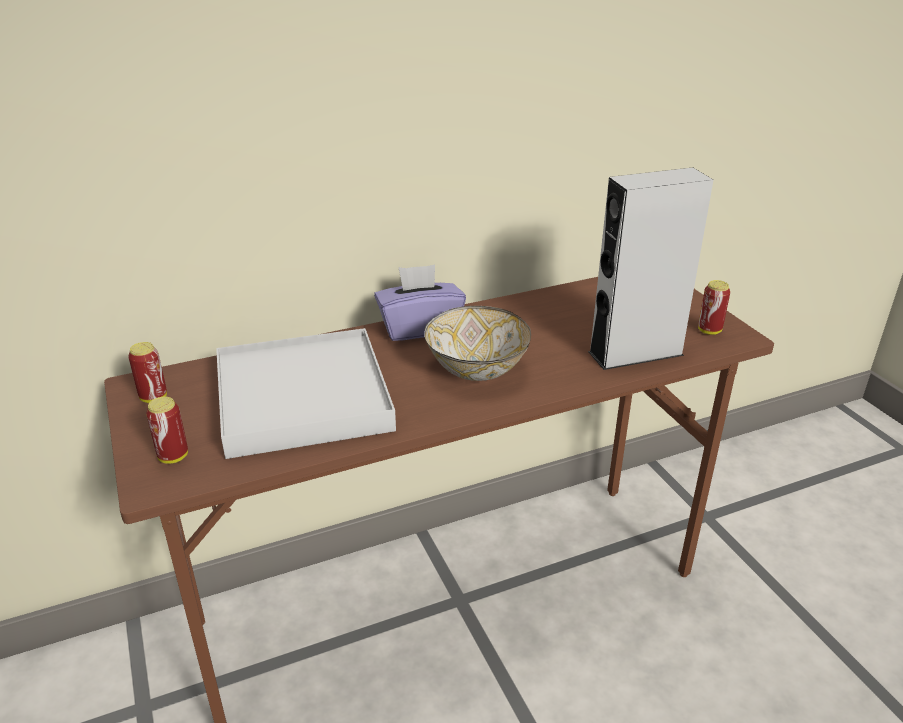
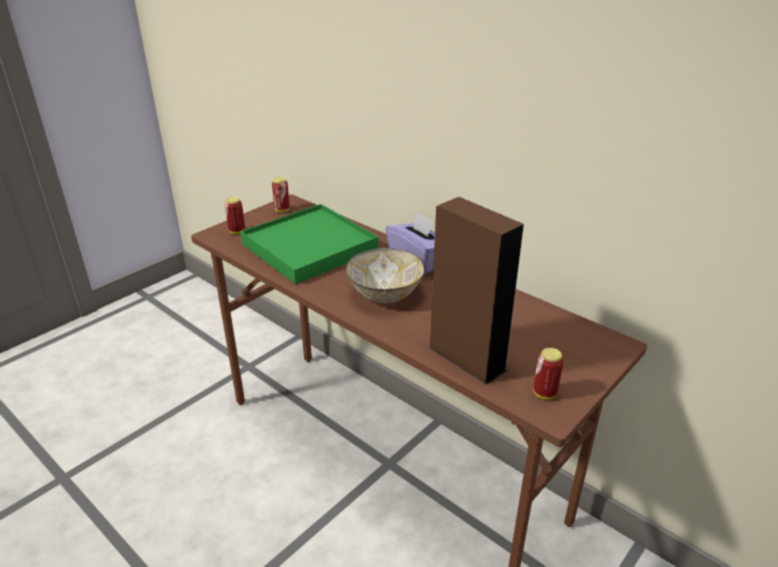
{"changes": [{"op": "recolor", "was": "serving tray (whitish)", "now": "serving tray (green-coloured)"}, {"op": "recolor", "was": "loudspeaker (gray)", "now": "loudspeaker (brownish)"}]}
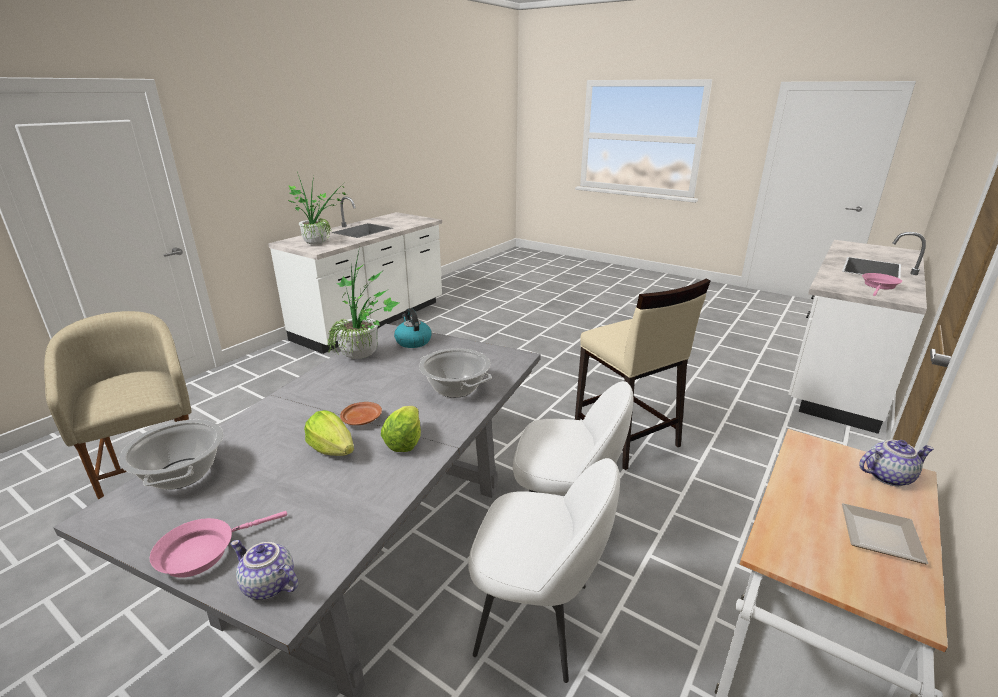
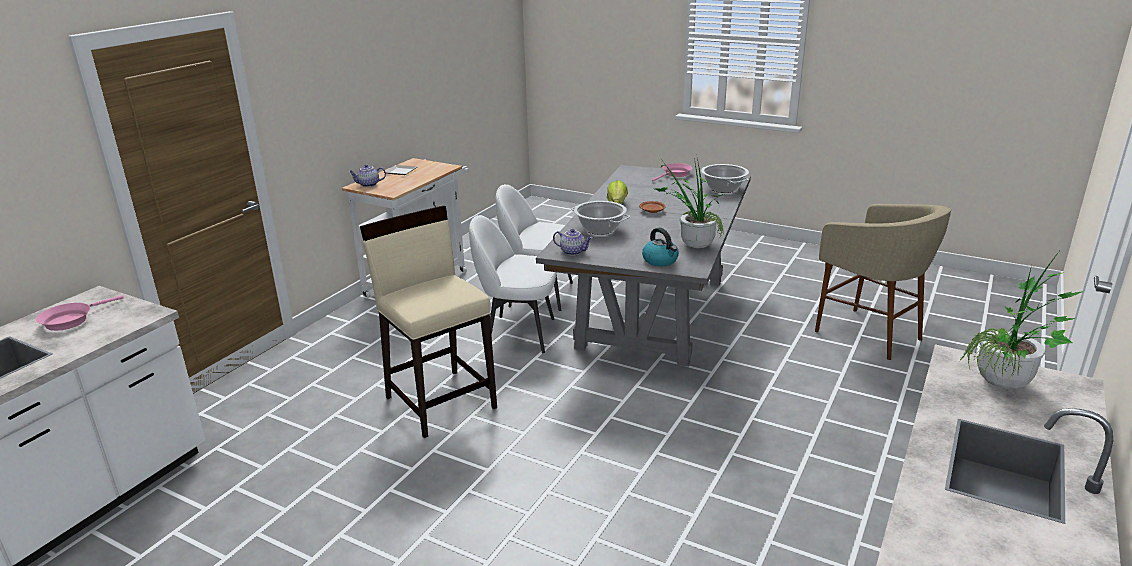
{"changes": [{"op": "delete", "was": "lettuce head (1st from left)"}, {"op": "move", "was": "teapot (1st from left in the first image)", "now": "teapot (2nd from left)"}]}
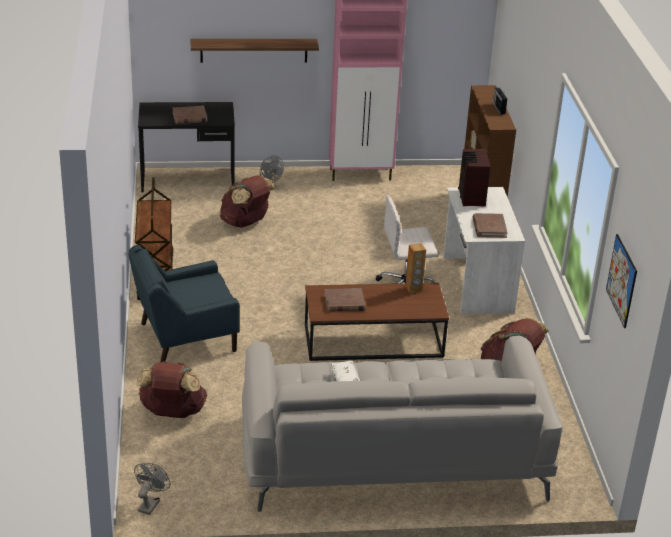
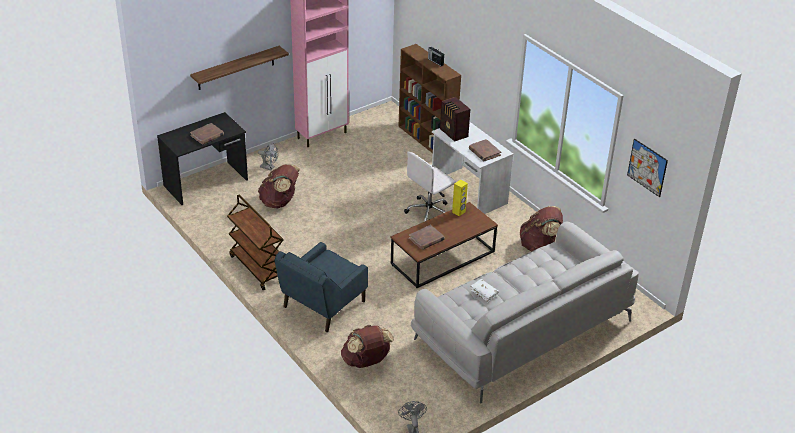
{"changes": [{"op": "recolor", "was": "loudspeaker (brownish)", "now": "loudspeaker (yellowish)"}]}
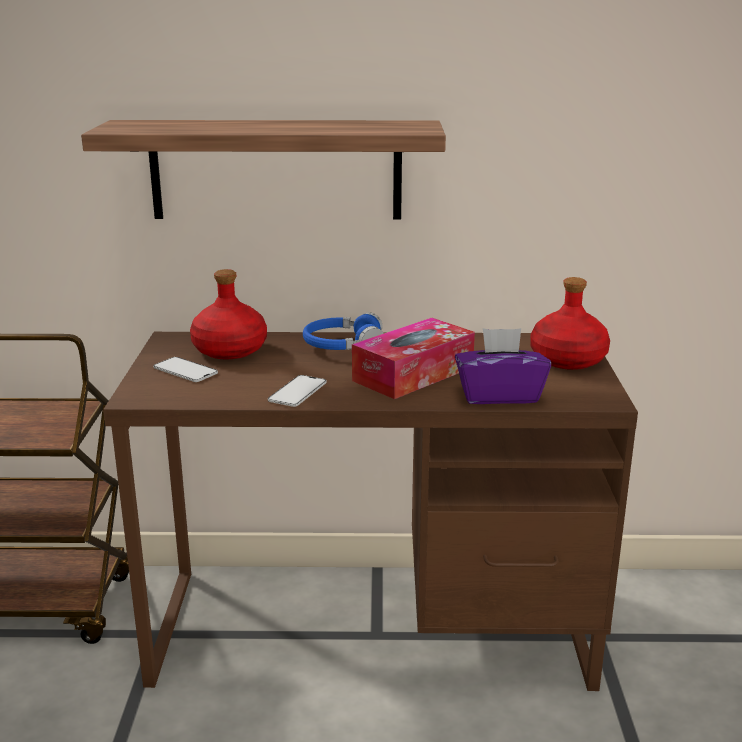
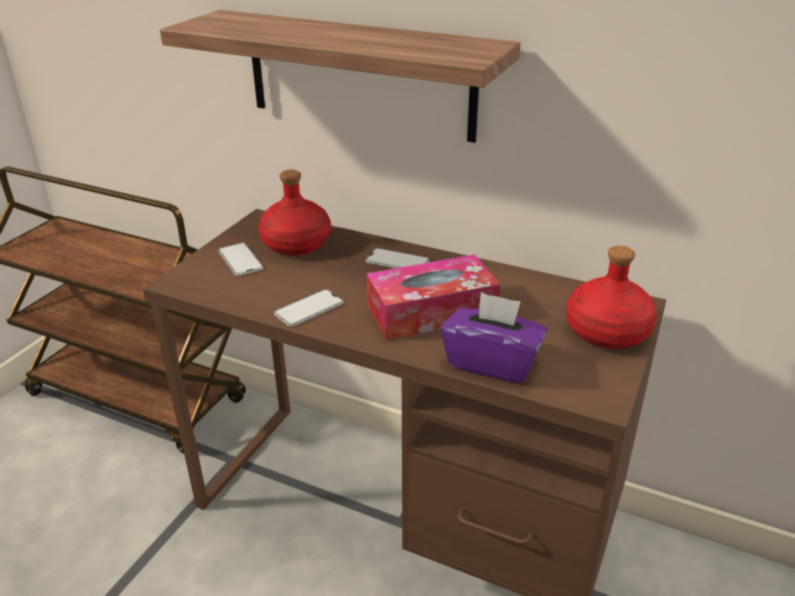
{"changes": [{"op": "replace", "was": "headset (blue-coloured)", "now": "handset (3rd from left)"}]}
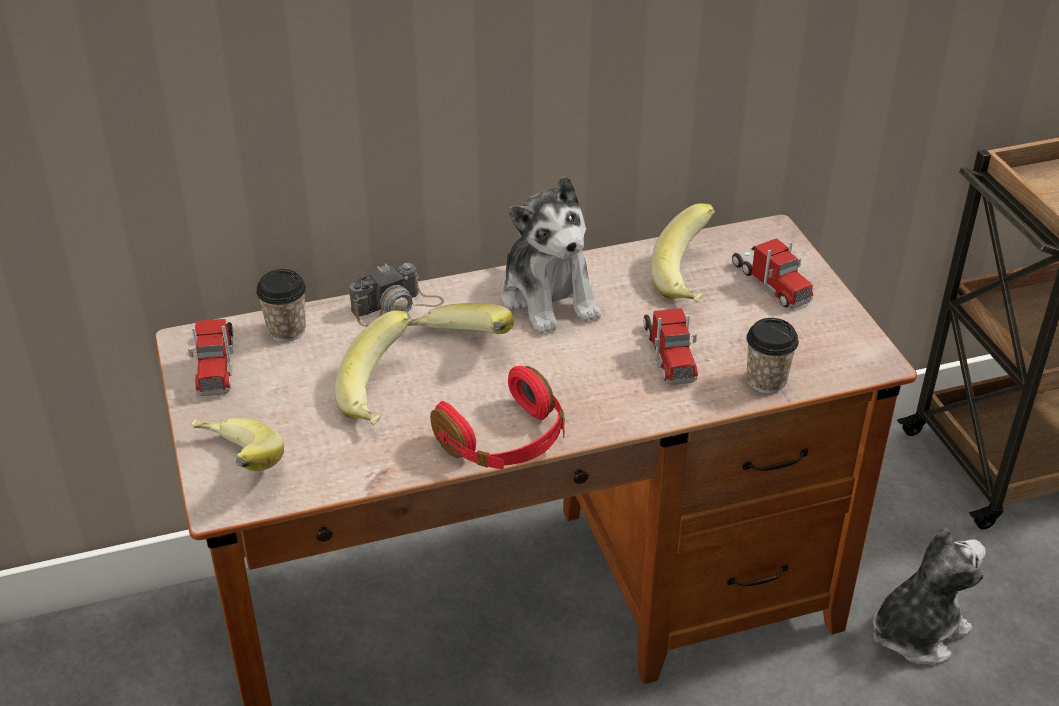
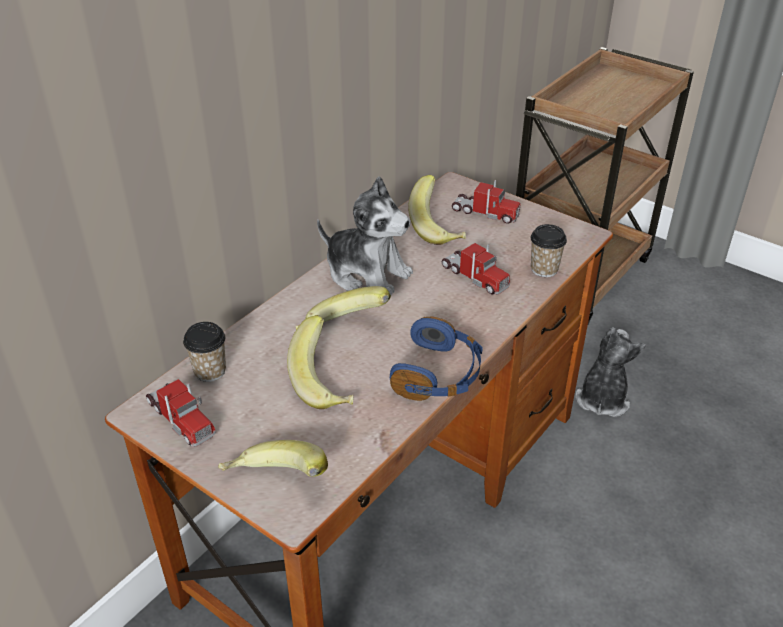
{"changes": [{"op": "delete", "was": "still camera"}, {"op": "recolor", "was": "headset (reddish)", "now": "headset (blue-coloured)"}]}
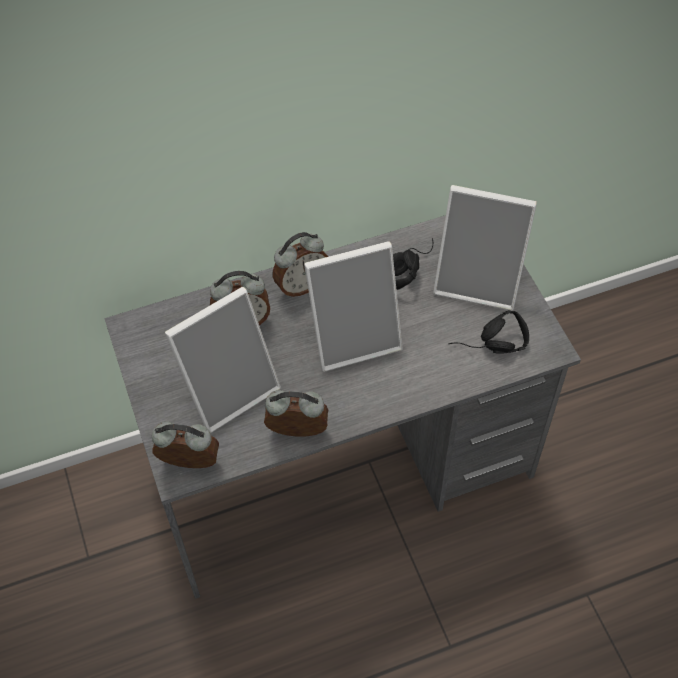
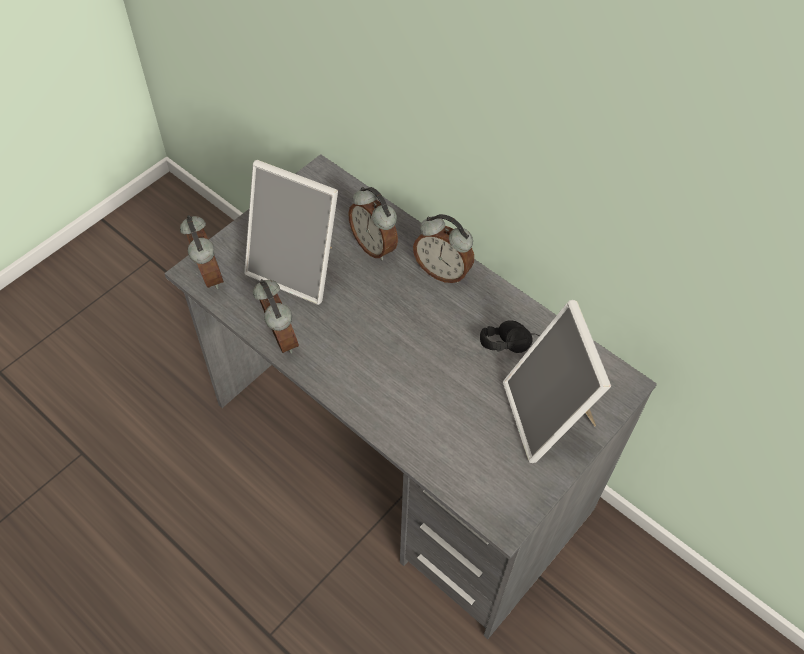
{"changes": [{"op": "delete", "was": "standing frame (2nd from left)"}, {"op": "delete", "was": "headset (blackish) (2nd from left)"}]}
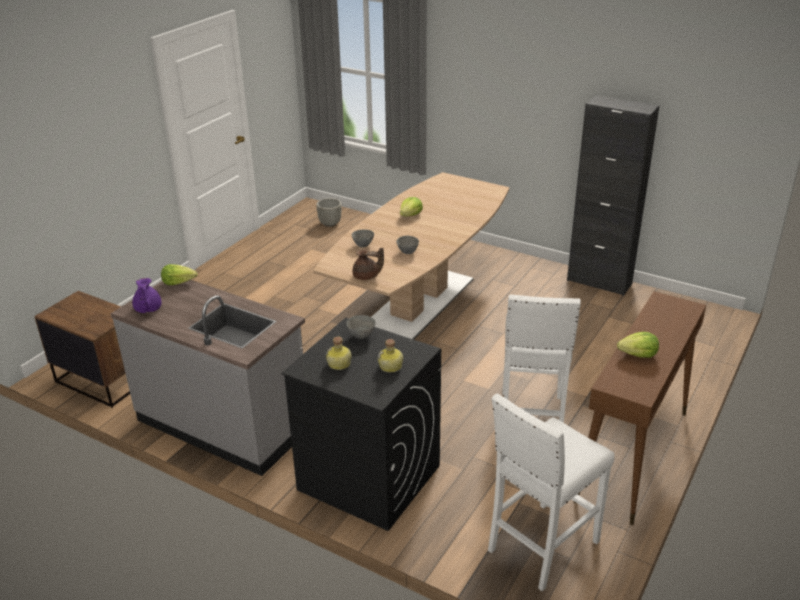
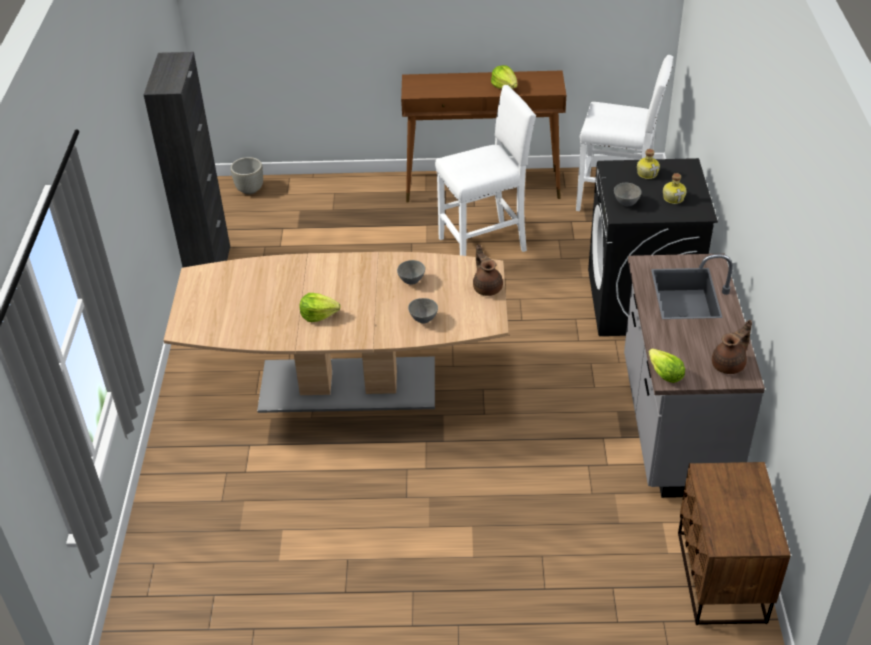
{"changes": [{"op": "move", "was": "plant pot (gray)"}, {"op": "recolor", "was": "teapot (purple)", "now": "teapot (brownish) (2nd from left)"}]}
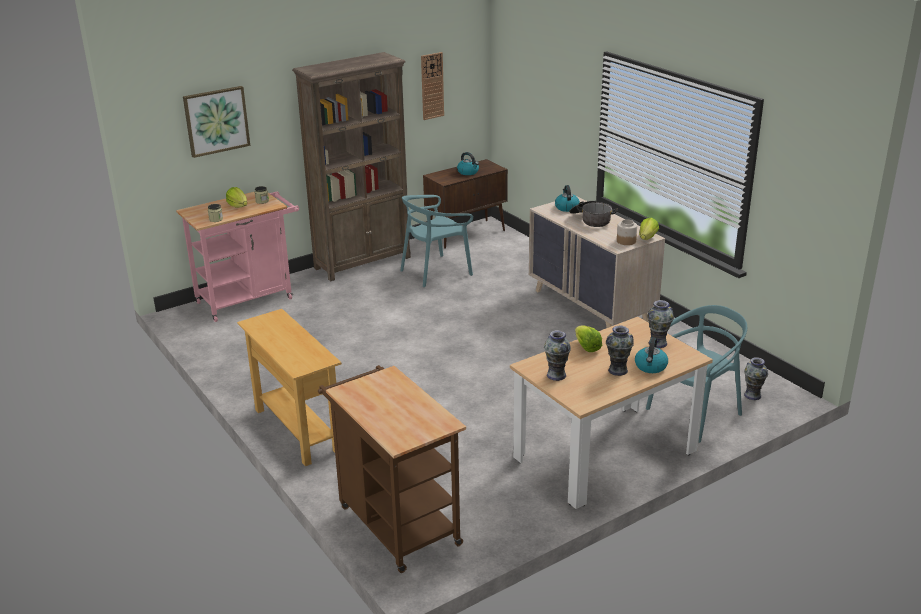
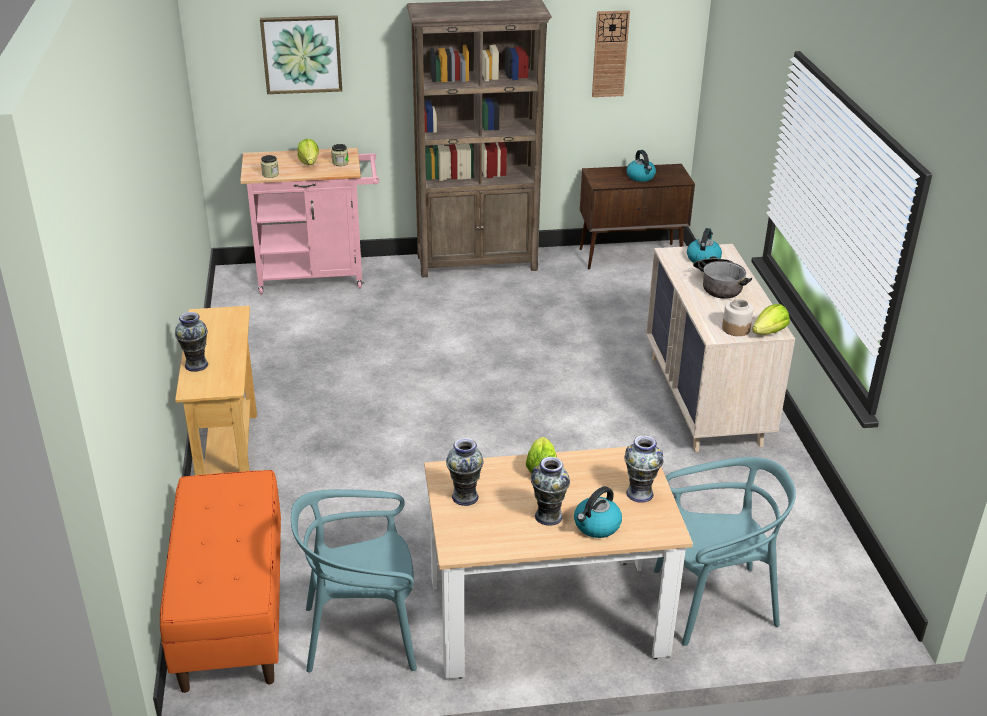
{"changes": [{"op": "move", "was": "upright chair (turquoise-coloured) (1st from left)"}, {"op": "move", "was": "decorative vase (4th from left in the first image)", "now": "decorative vase (1st from left)"}, {"op": "replace", "was": "wheeled cart (brownish)", "now": "long seat (orange)"}]}
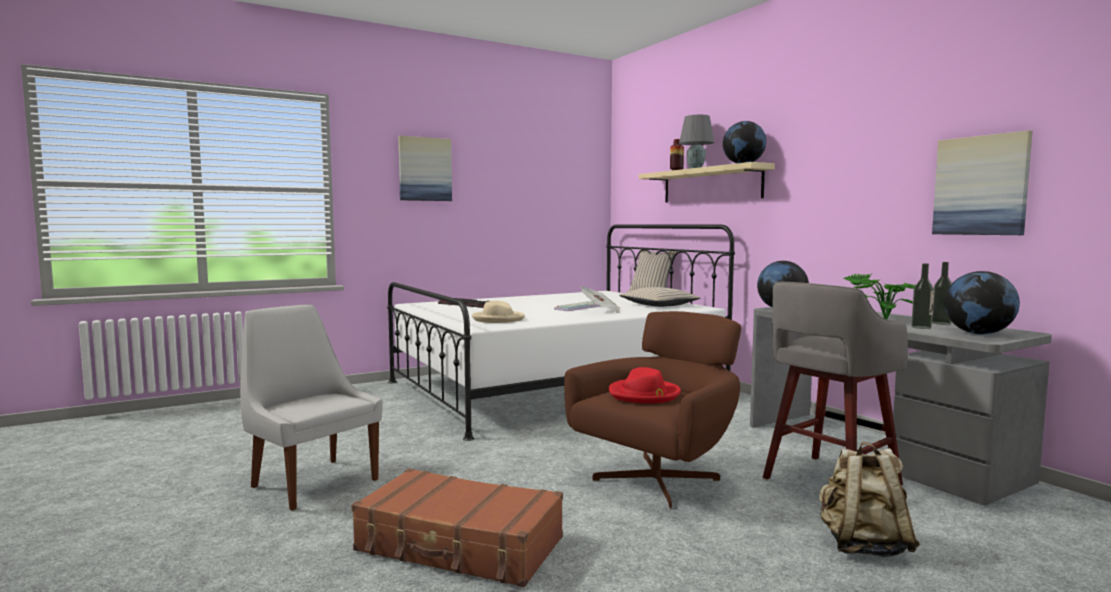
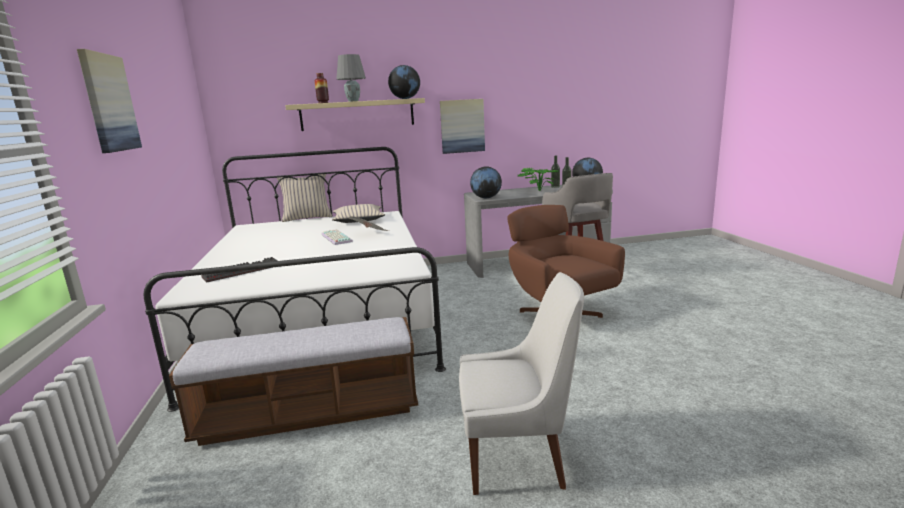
{"changes": [{"op": "delete", "was": "travel case (brownish)"}, {"op": "delete", "was": "clothing hat (beige-coloured)"}, {"op": "delete", "was": "clothing hat (reddish)"}, {"op": "delete", "was": "knapsack (beige-coloured)"}, {"op": "insert", "now": "long seat"}, {"op": "move", "was": "wall art (2nd from left)"}, {"op": "rotate", "was": "upright chair (whitish)", "clockwise": -150}]}
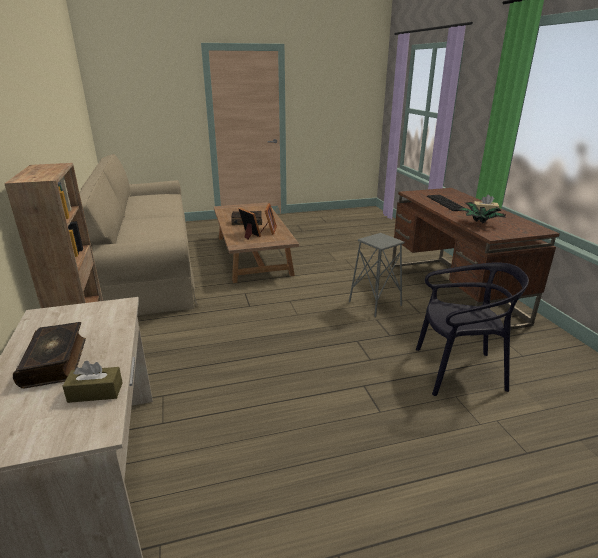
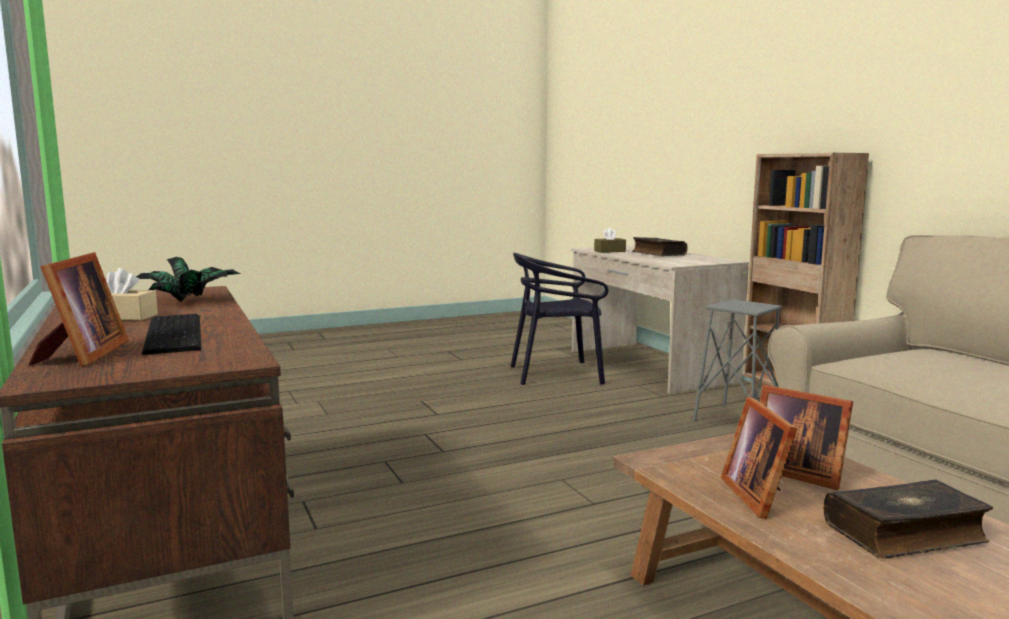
{"changes": [{"op": "insert", "now": "standing frame (1st from left)"}, {"op": "move", "was": "stool seat (gray)"}, {"op": "move", "was": "upright chair (blackish)"}]}
